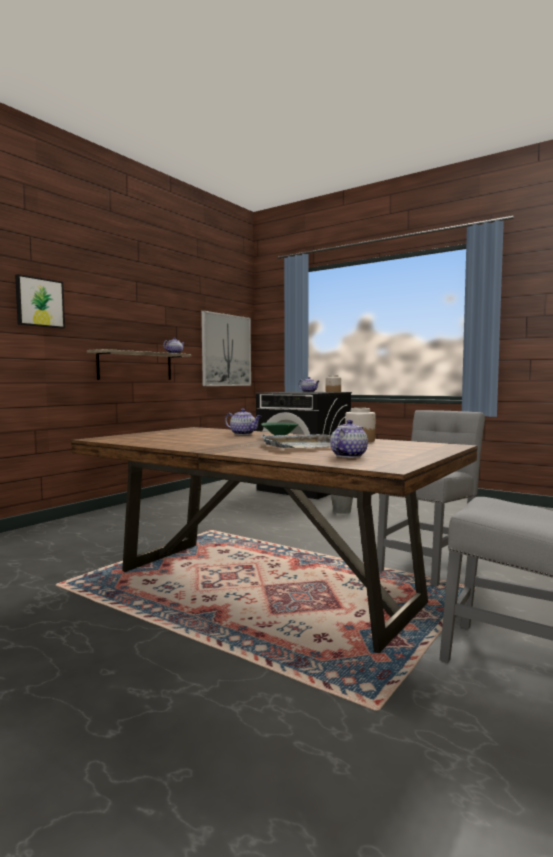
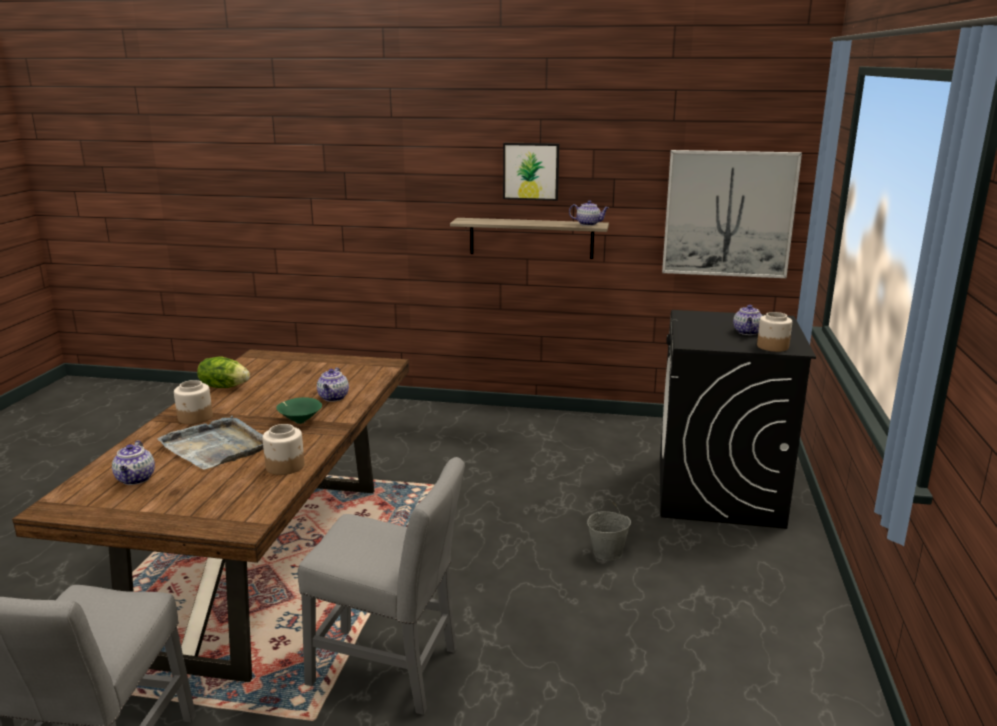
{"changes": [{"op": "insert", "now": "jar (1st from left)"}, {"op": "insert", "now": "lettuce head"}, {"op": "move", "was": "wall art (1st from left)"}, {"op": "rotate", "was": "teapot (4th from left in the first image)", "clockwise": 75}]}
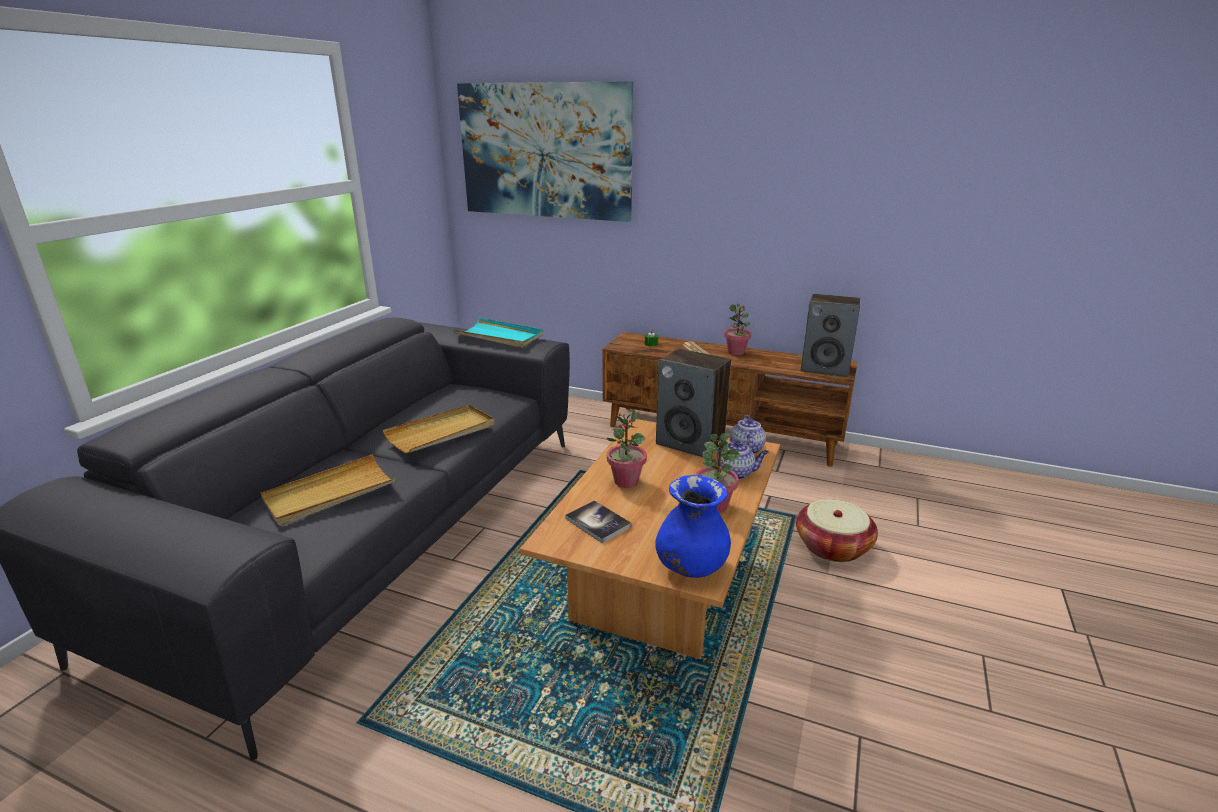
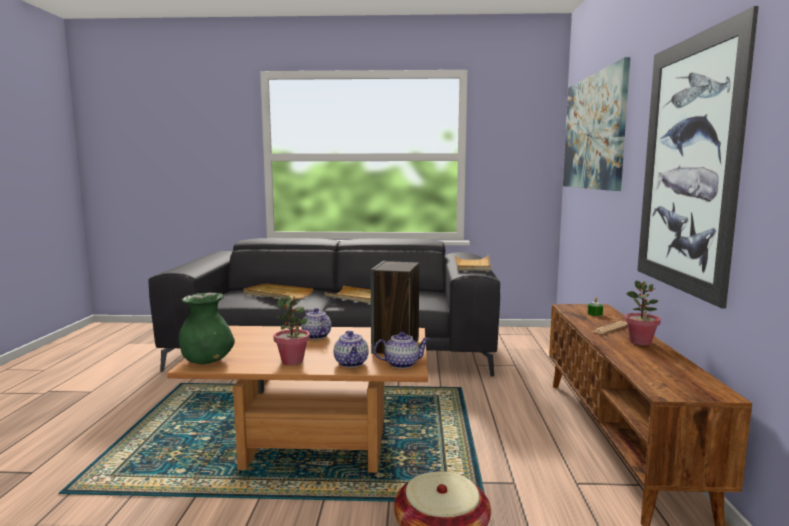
{"changes": [{"op": "delete", "was": "volume"}, {"op": "delete", "was": "loudspeaker (2nd from left)"}, {"op": "insert", "now": "wall art (2nd from left)"}, {"op": "replace", "was": "houseplant (1st from left)", "now": "teapot (1st from left)"}, {"op": "recolor", "was": "serving tray (turquoise-coloured)", "now": "serving tray (beige-coloured) (3rd from left)"}, {"op": "recolor", "was": "decorative vase (blue-coloured)", "now": "decorative vase (green-coloured)"}]}
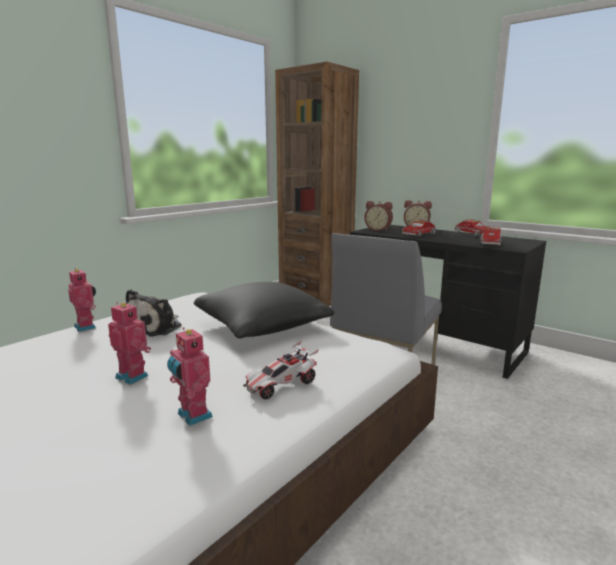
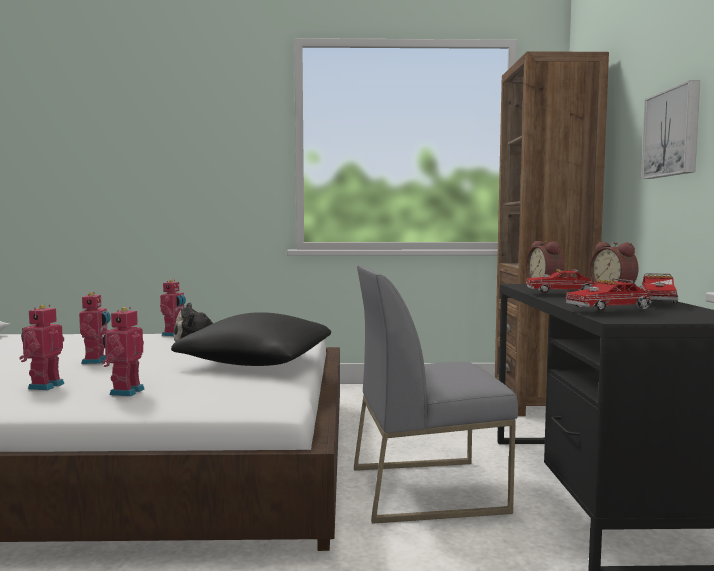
{"changes": [{"op": "insert", "now": "wall art"}, {"op": "replace", "was": "miniature car", "now": "model robot (3rd from left)"}]}
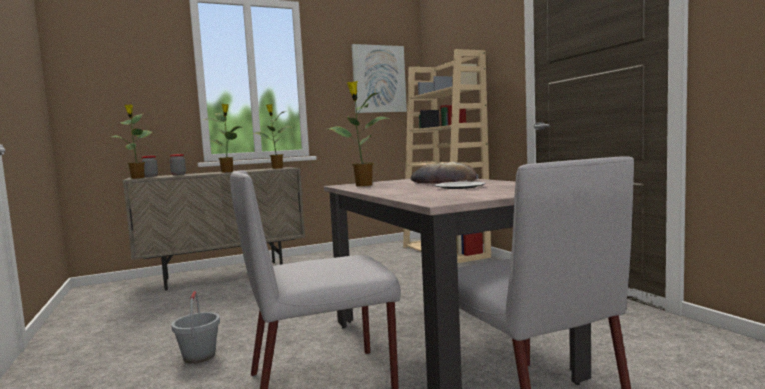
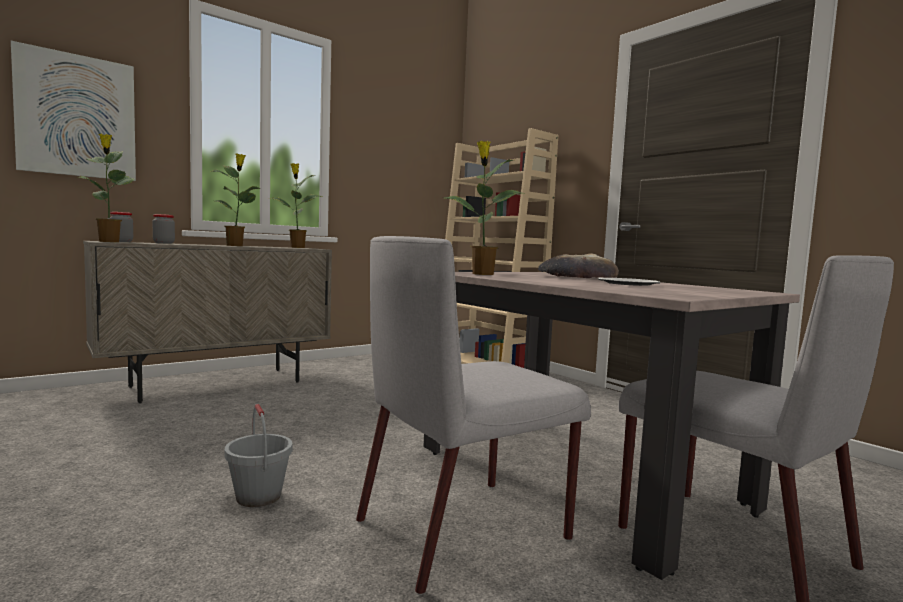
{"changes": [{"op": "move", "was": "wall art"}]}
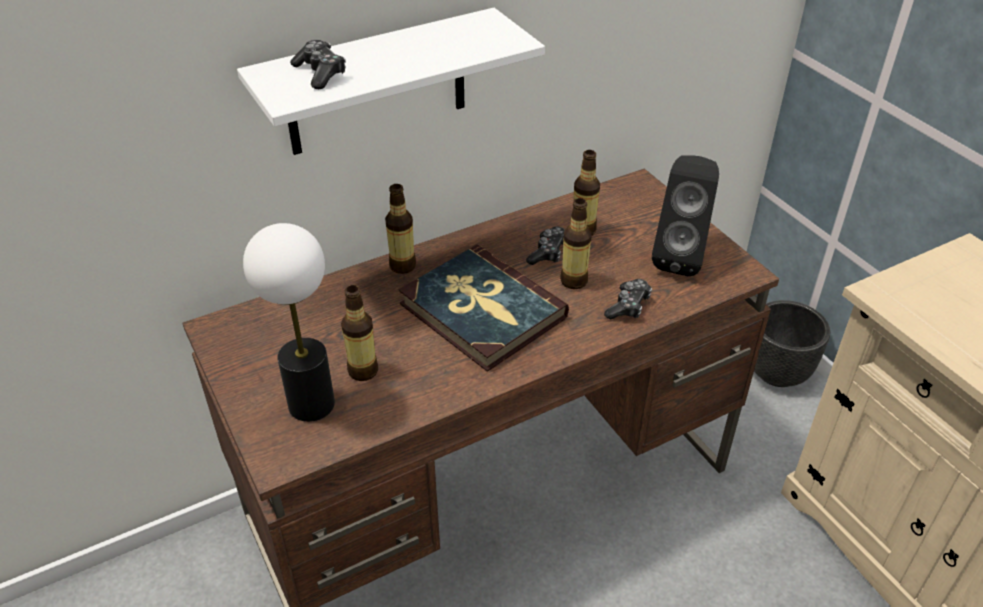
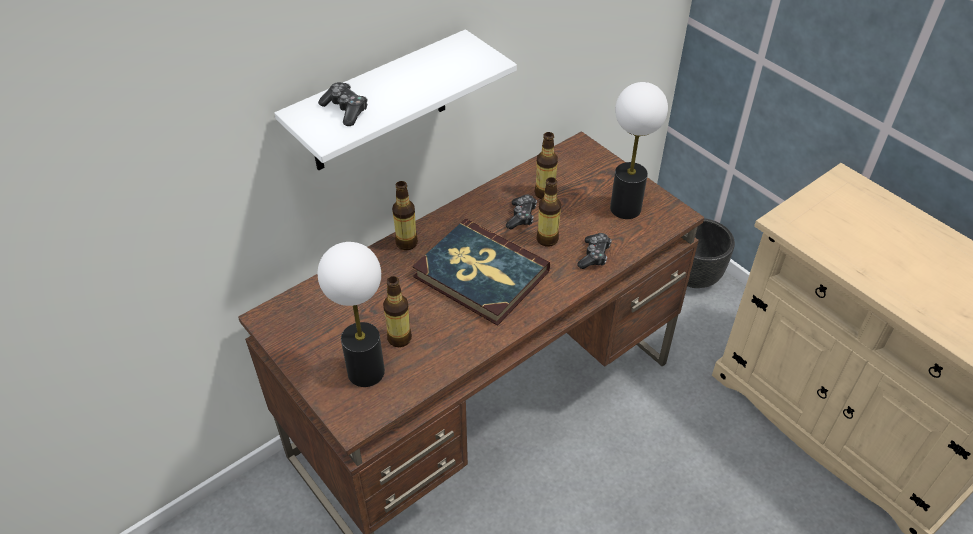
{"changes": [{"op": "replace", "was": "loudspeaker (blackish)", "now": "table lamp (2nd from left)"}]}
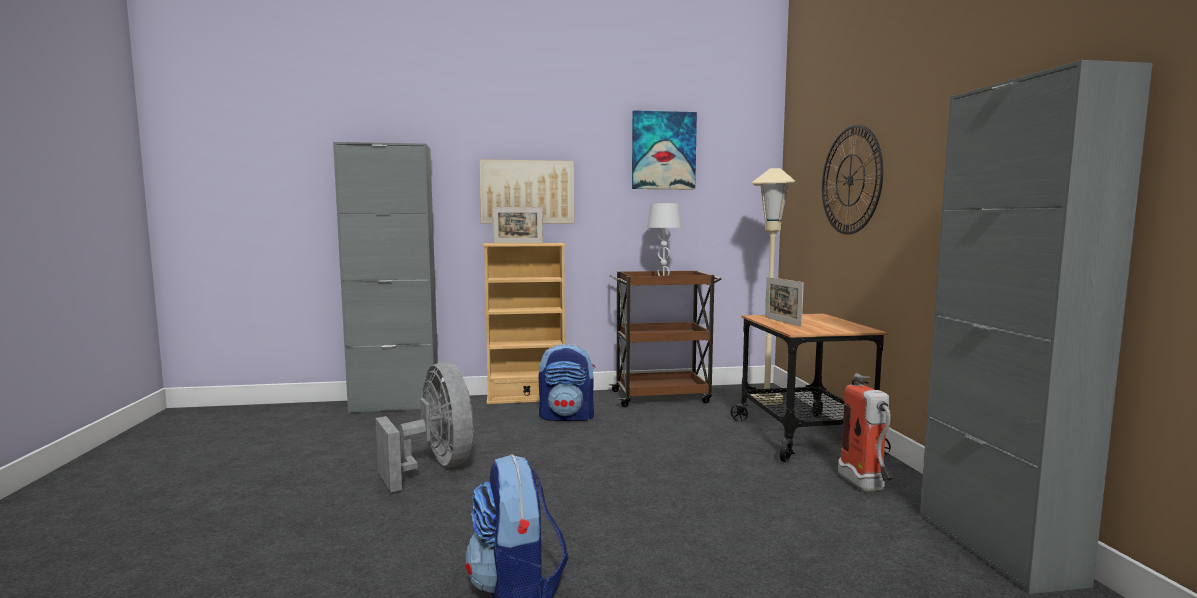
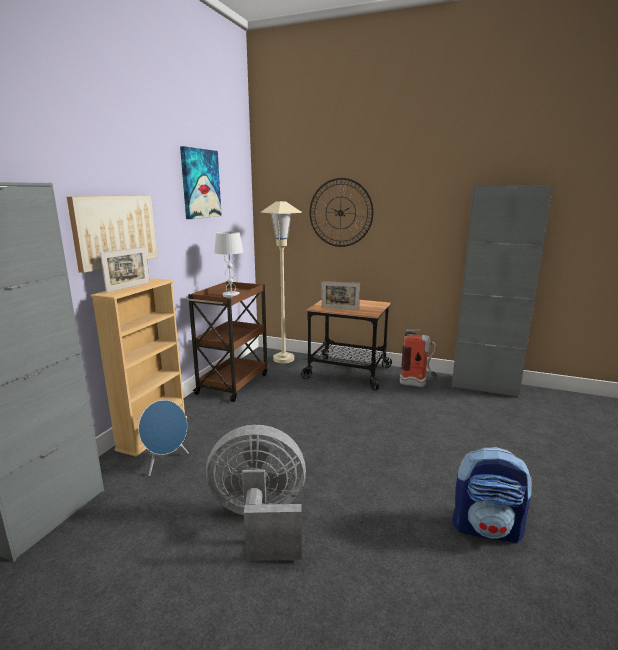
{"changes": [{"op": "delete", "was": "knapsack (2nd from left)"}, {"op": "insert", "now": "loudspeaker (blue-coloured)"}]}
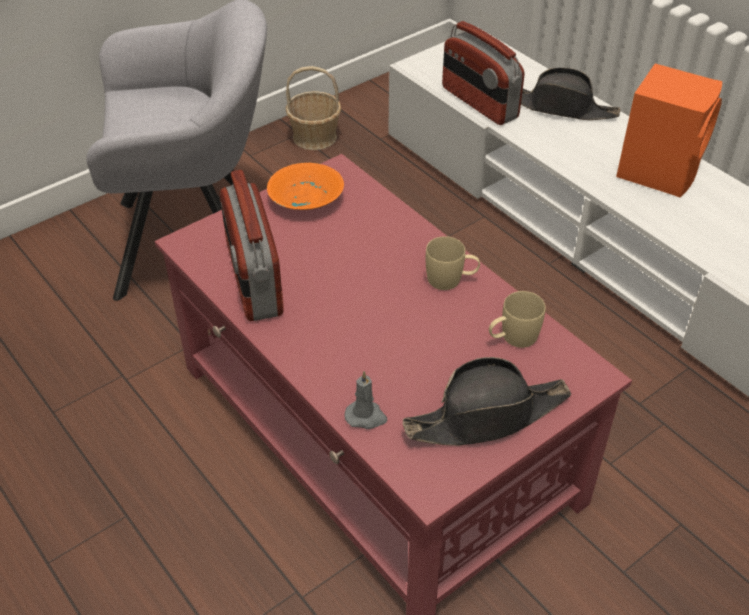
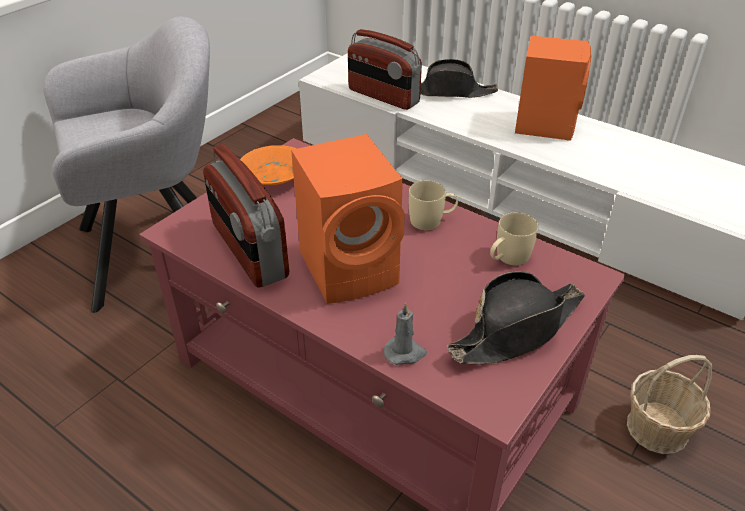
{"changes": [{"op": "insert", "now": "loudspeaker (orange) (1st from left)"}, {"op": "move", "was": "household basket"}]}
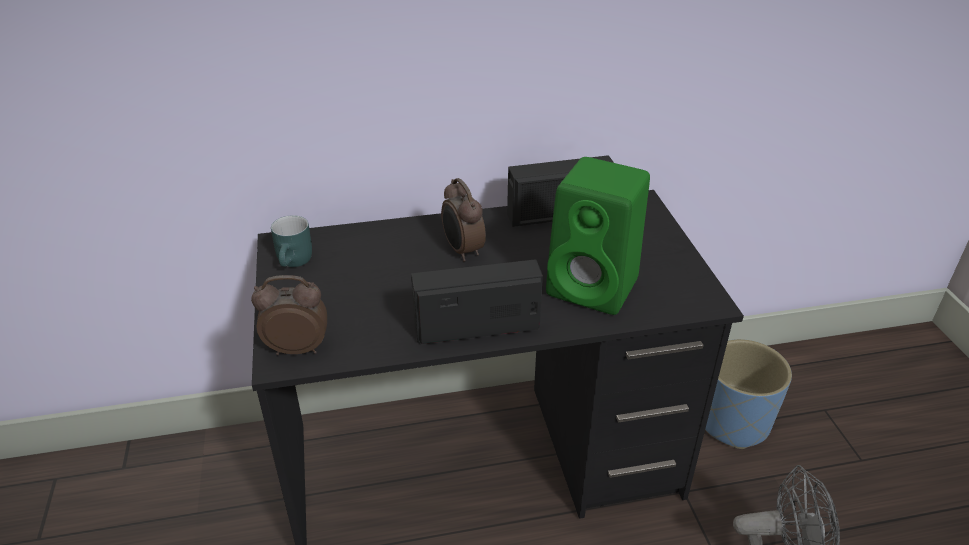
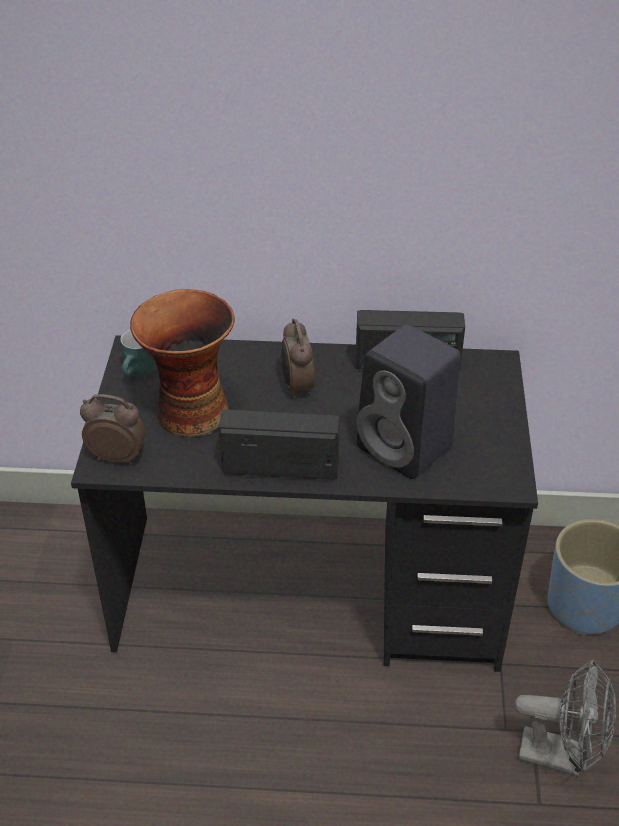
{"changes": [{"op": "insert", "now": "decorative vase"}, {"op": "recolor", "was": "loudspeaker (green-coloured)", "now": "loudspeaker (blackish)"}]}
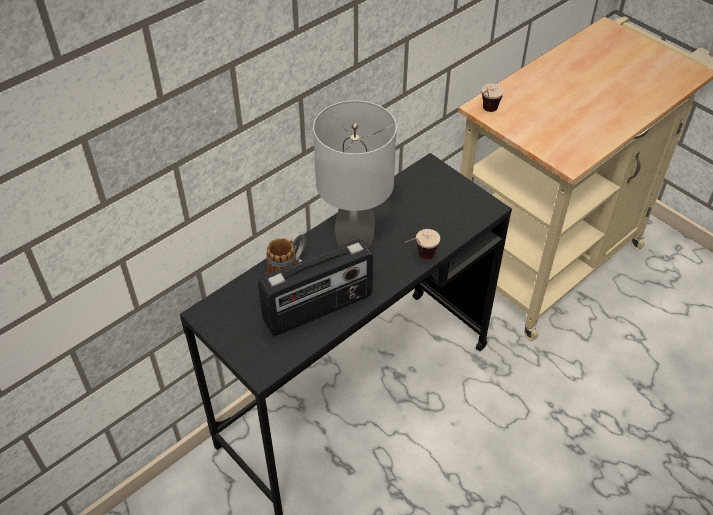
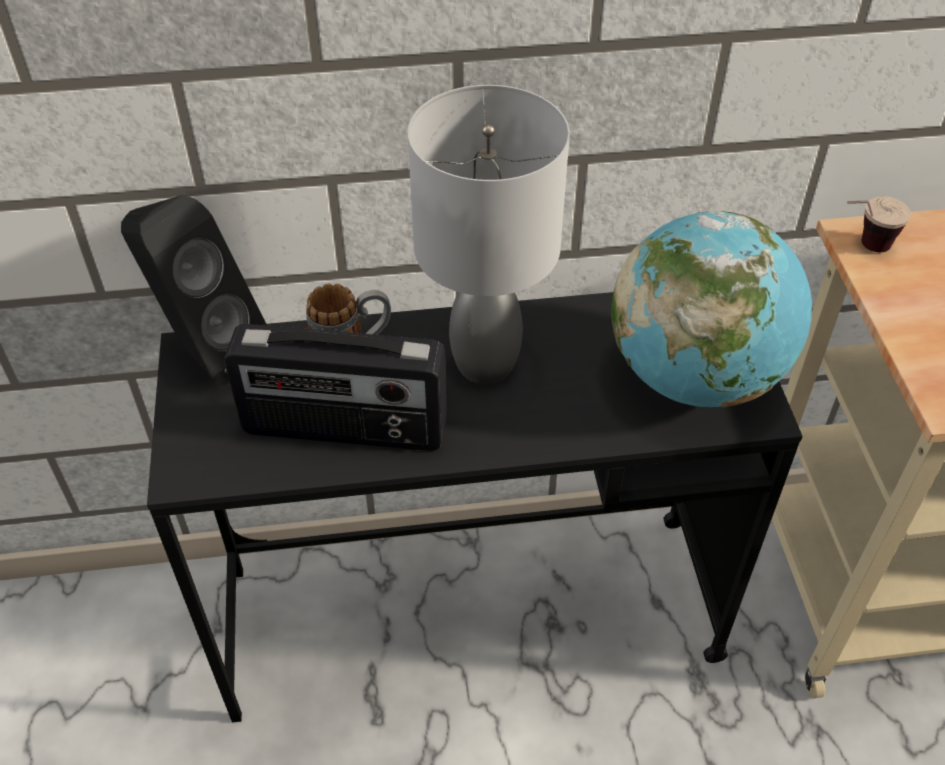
{"changes": [{"op": "delete", "was": "small cup (1st from left)"}, {"op": "insert", "now": "loudspeaker (blackish)"}, {"op": "insert", "now": "desk globe"}]}
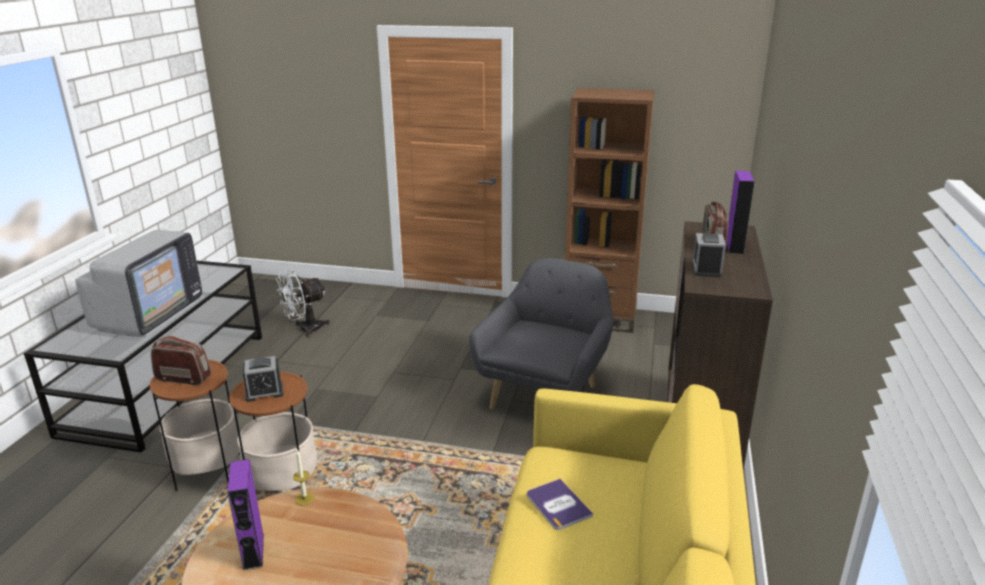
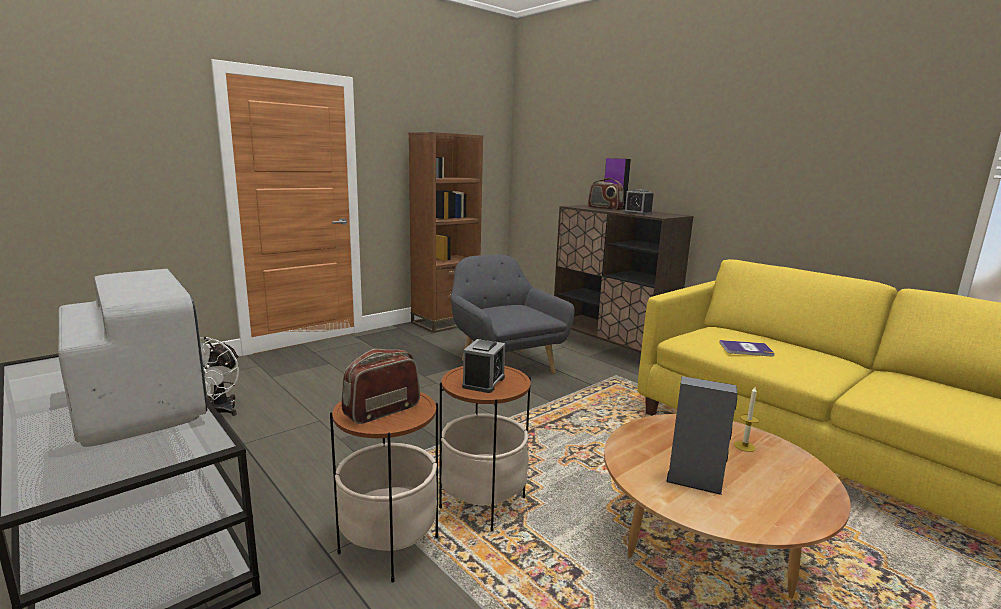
{"changes": [{"op": "move", "was": "wax candle"}, {"op": "recolor", "was": "loudspeaker (purple) (1st from left)", "now": "loudspeaker (gray)"}]}
